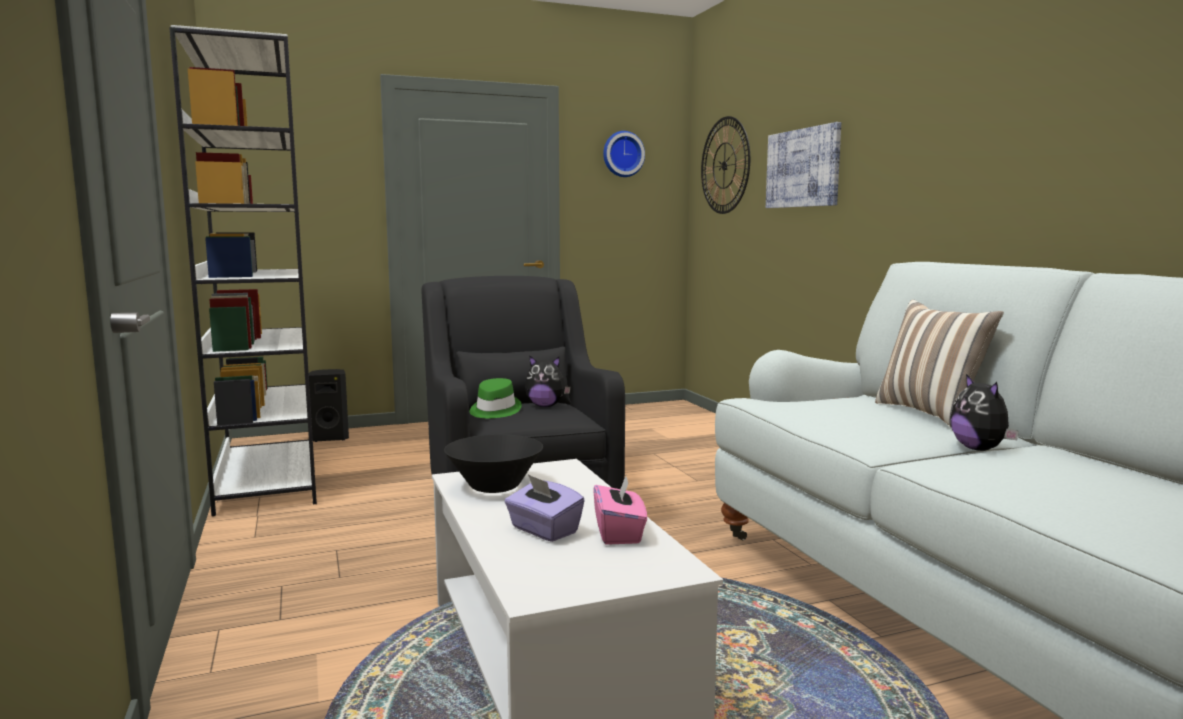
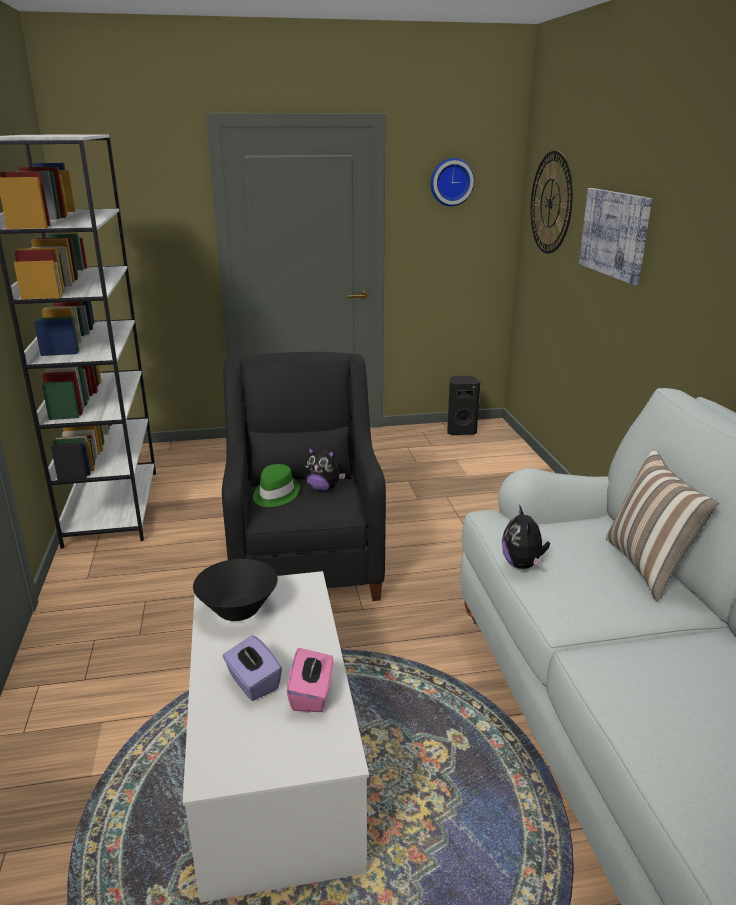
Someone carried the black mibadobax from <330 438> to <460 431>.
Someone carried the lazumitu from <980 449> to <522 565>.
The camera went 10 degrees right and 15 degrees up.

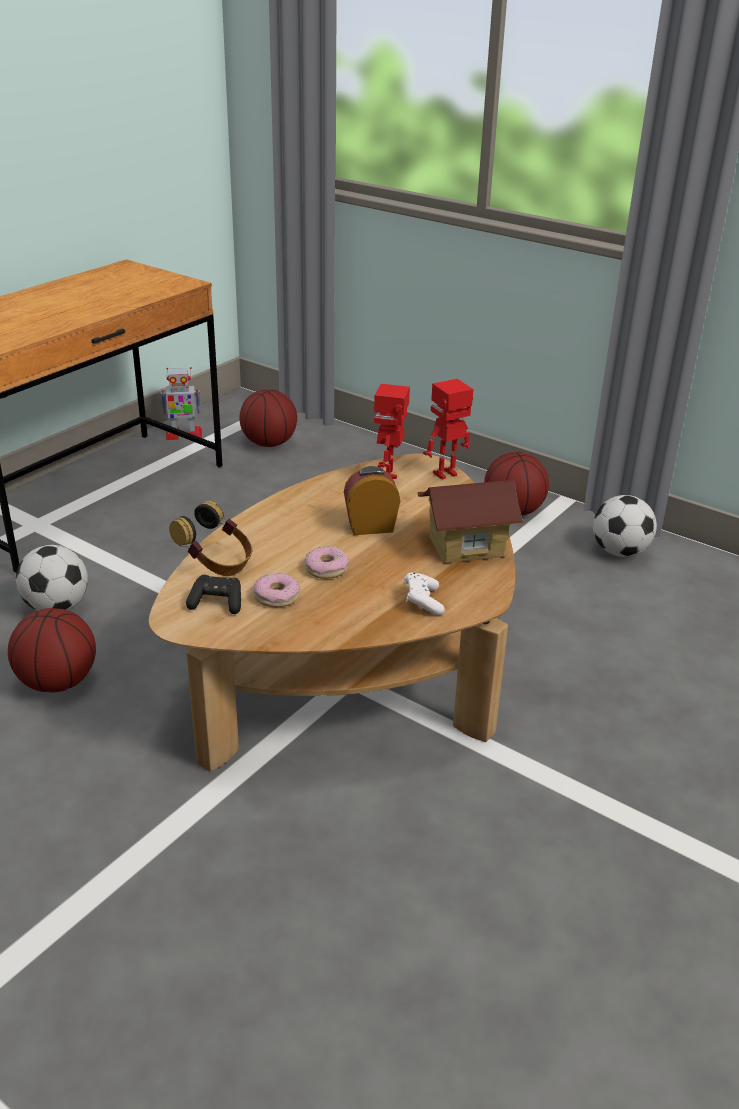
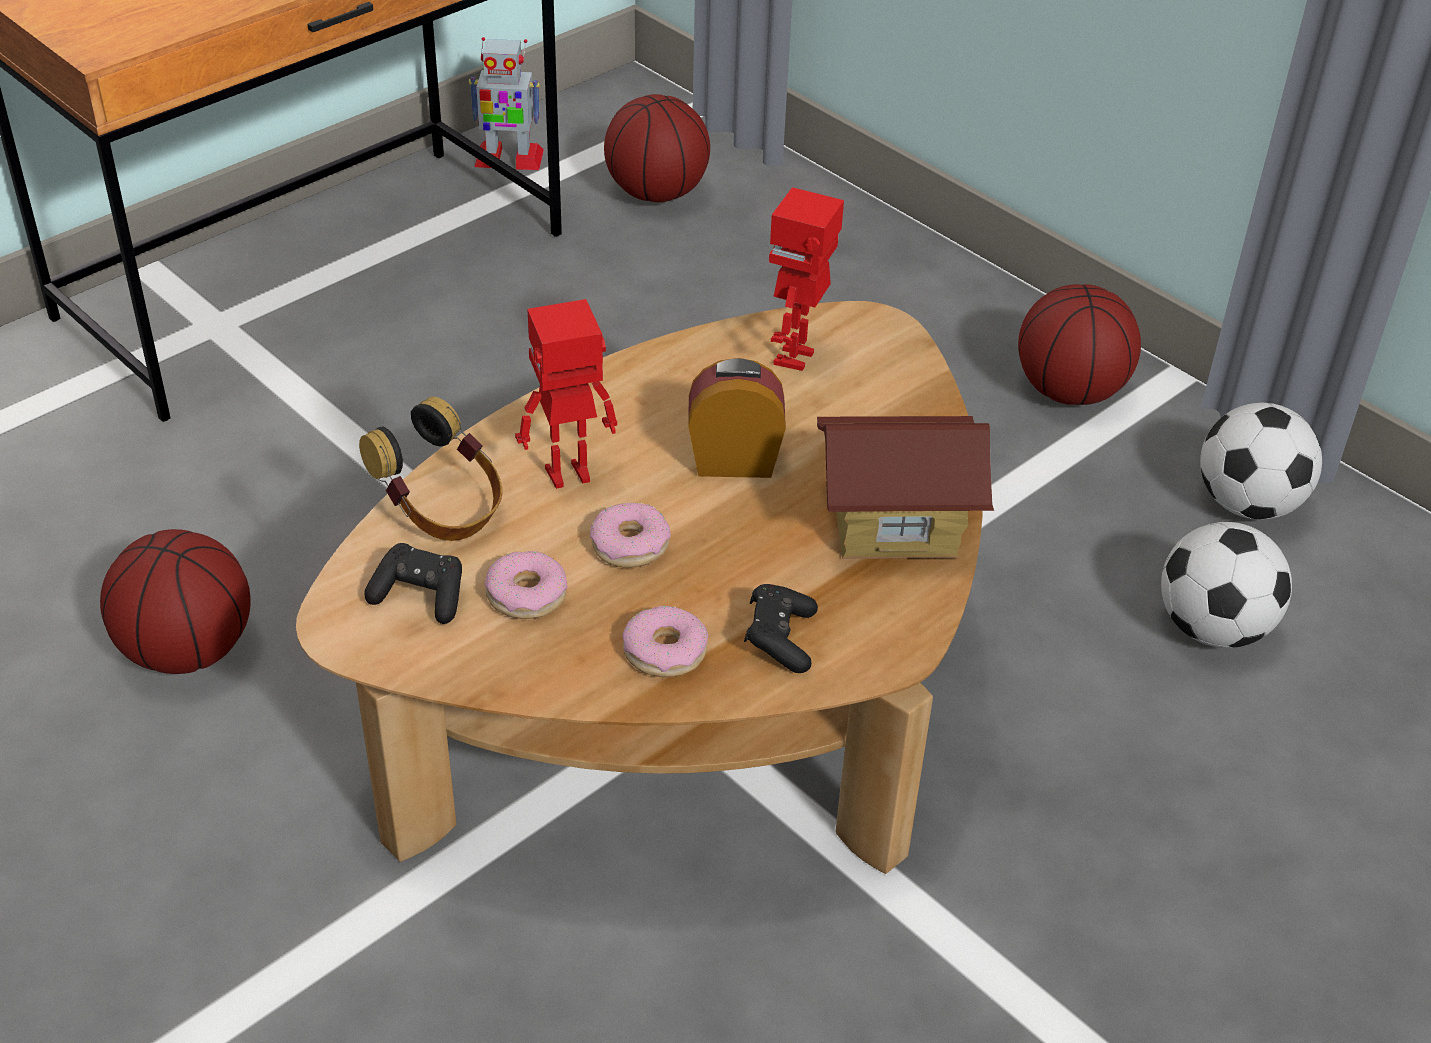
Someone carried the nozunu from <446 474> to <569 476>.
Someone carried the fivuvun from <57 607> to <1212 628>.
Someone repainted the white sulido at <422 602>, which became the black sulido at <779 639>.
Someone put down the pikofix at <665 651>.
The camera went 10 degrees right and 10 degrees up.

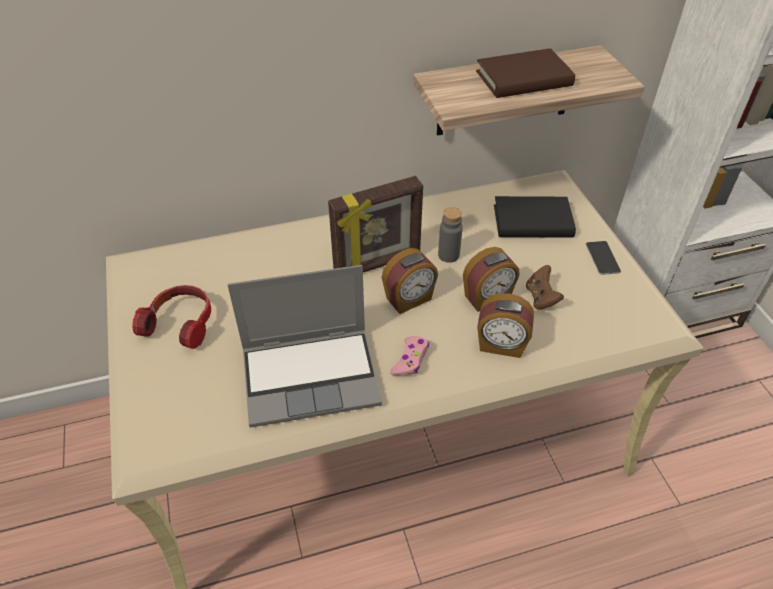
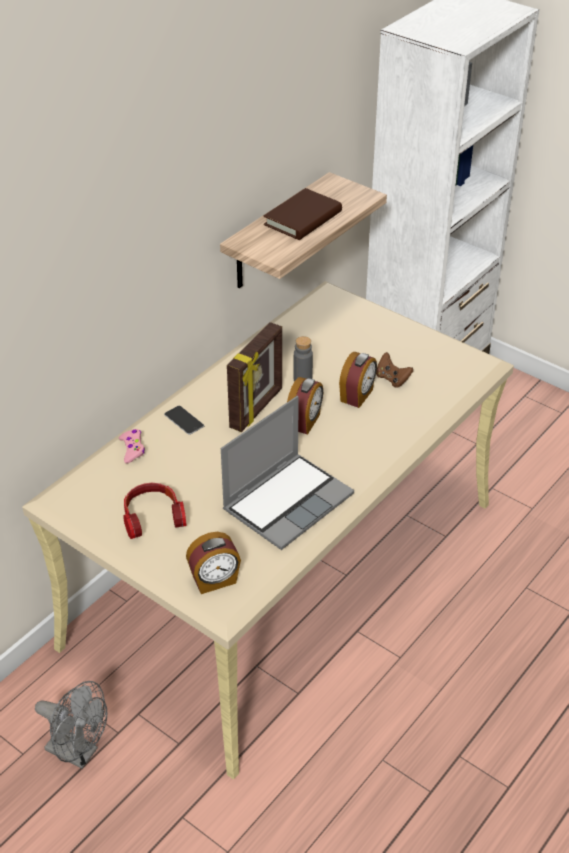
Someone took away the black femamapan at <532 221>.
Someone carried the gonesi from <602 258> to <184 420>.
Someone carried the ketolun from <501 345> to <215 581>.
Someone carried the pink sulido from <410 360> to <132 449>.
Someone put down the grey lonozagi at <78 752>.
The camera went 35 degrees left and 5 degrees down.

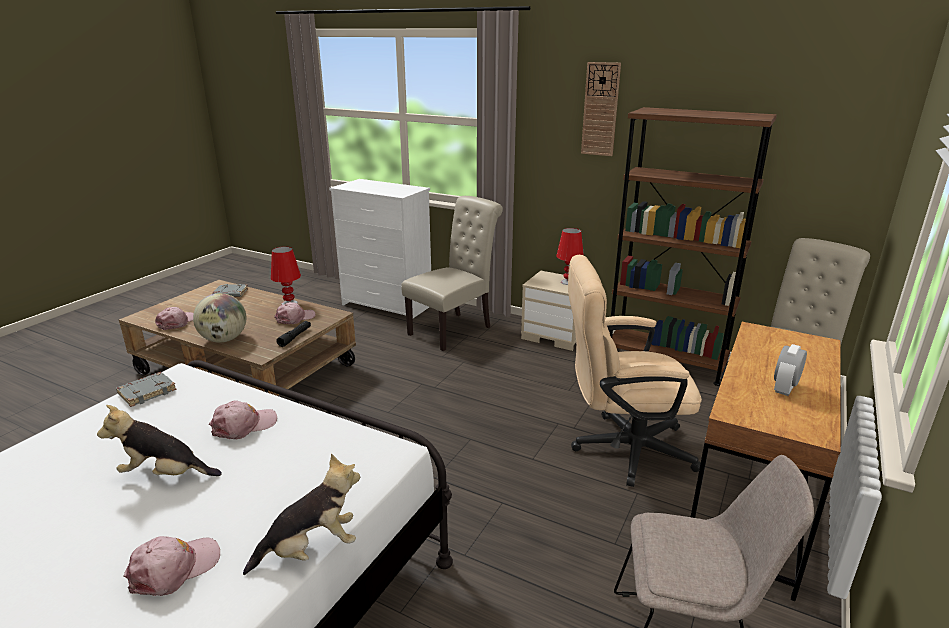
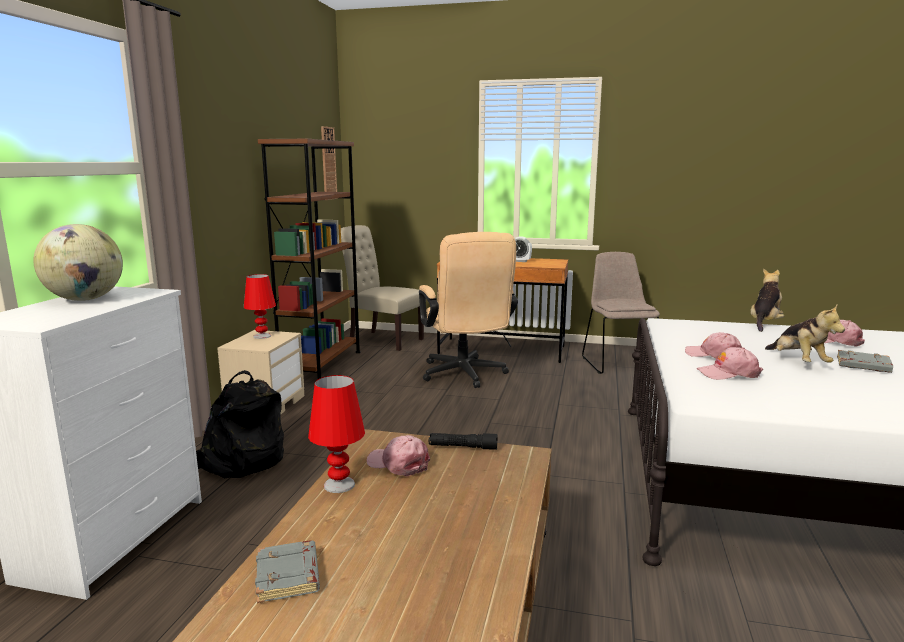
Someone carried the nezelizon from <600 109> to <328 163>.
Someone swapped the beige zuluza at <454 329> for the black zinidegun at <240 461>.
Someone carried the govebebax from <224 339> to <85 299>.
Someone carried the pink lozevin from <177 322> to <728 373>.
Someone carried the grey femamapan from <147 392> to <862 366>.
Someone rotated the lazumitu at <311 549> by 75 degrees clockwise.
The camera went 105 degrees left and 10 degrees down.

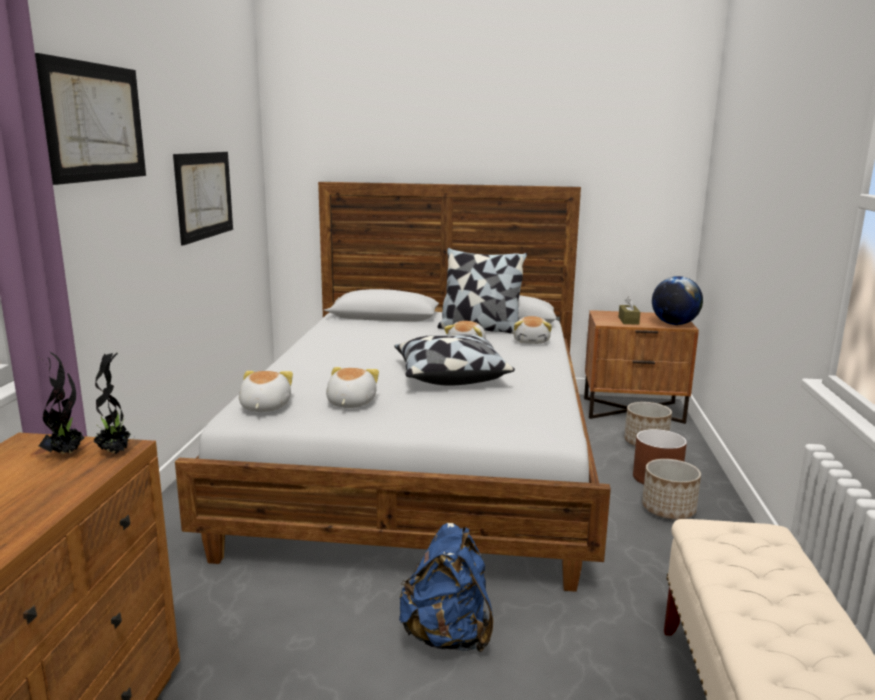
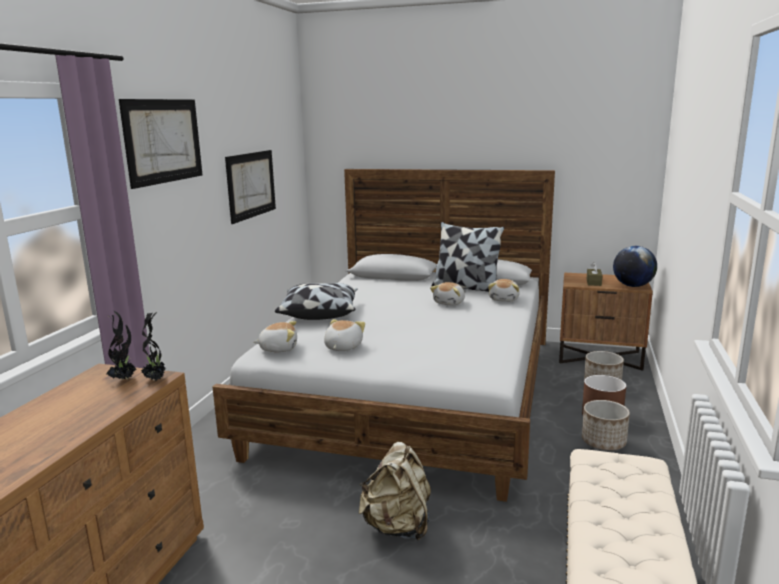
Someone carried the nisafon from <449 376> to <319 313>.
Someone rotated the lazumitu at <264 407> by 75 degrees clockwise.
Someone repainted the blue zinidegun at <447 636>, which became the beige zinidegun at <398 527>.
The camera went 10 degrees right and 0 degrees up.

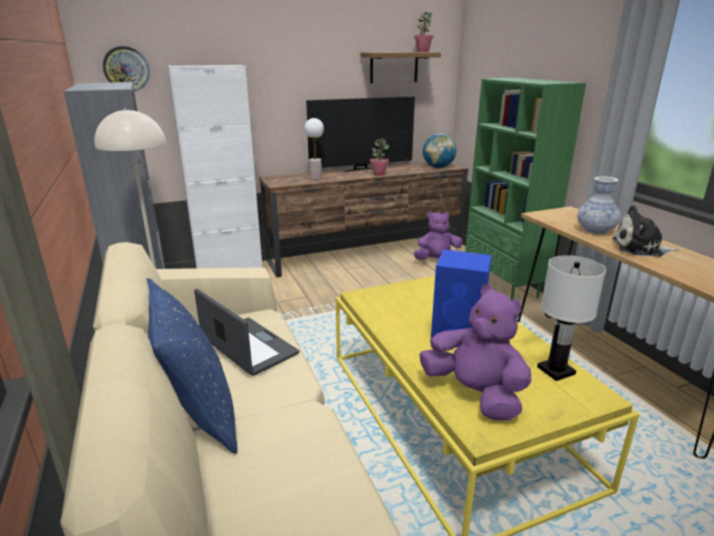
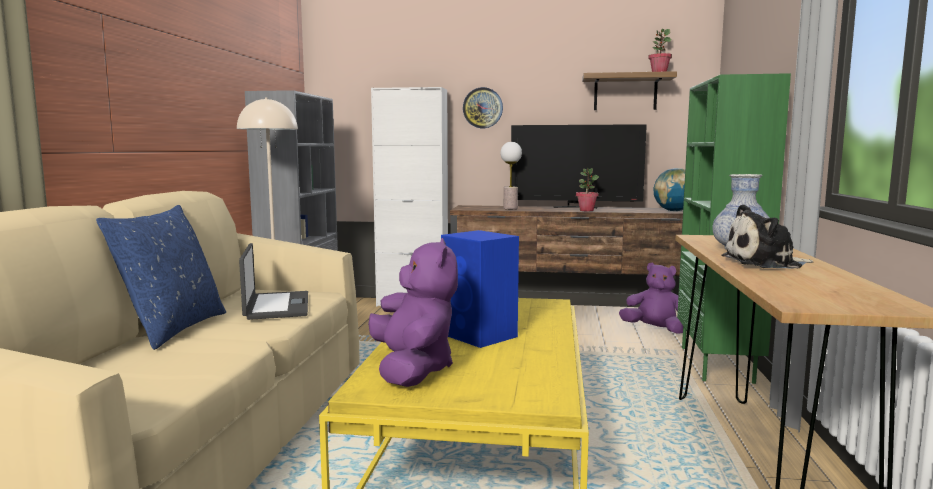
Someone carried the nezelizon from <126 69> to <483 108>.
Someone rotated the lazumitu at <640 248> by 45 degrees counterclockwise.
Someone took away the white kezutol at <555 370>.
The camera went 30 degrees right and 15 degrees down.

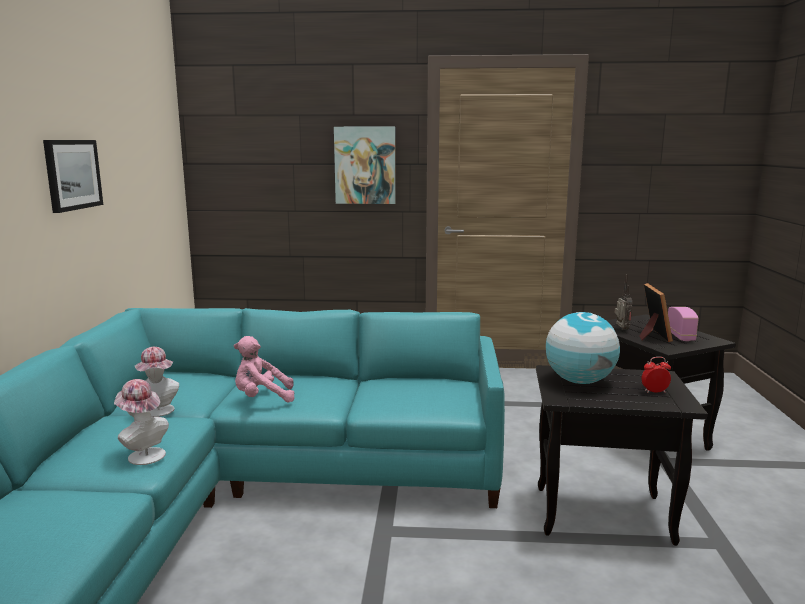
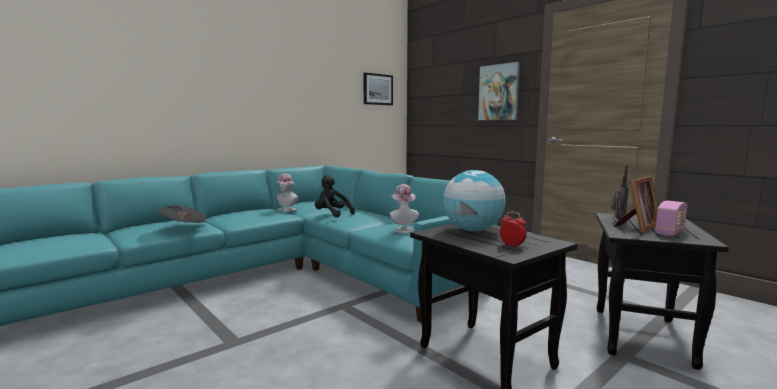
Someone carried the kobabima from <72 174> to <377 89>.
Someone repainted the pink lazumitu at <262 398>, which became the black lazumitu at <332 214>.
Someone carried the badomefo from <143 455> to <403 230>.
Someone put down the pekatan at <186 228>.
The camera went 45 degrees right and 5 degrees down.

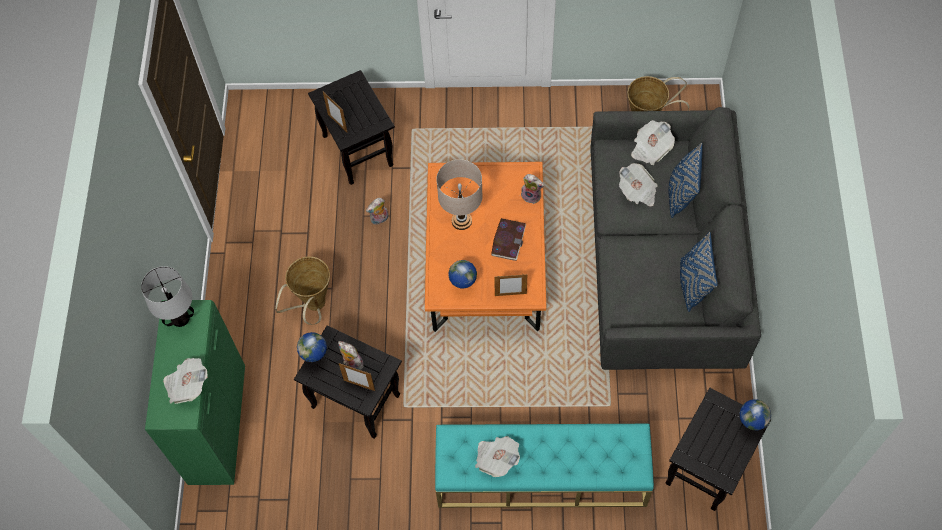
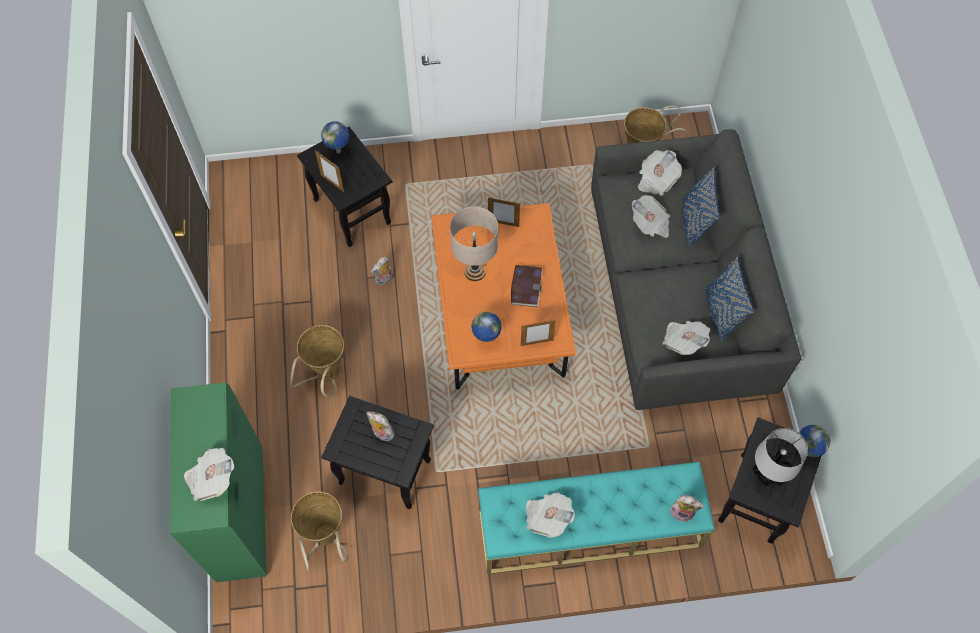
Someone carried the lazumitu from <532 196> to <683 511>.
Someone carried the kezutol from <181 318> to <767 475>.
Someone carried the govebebax from <316 358> to <339 151>.
Someone carried the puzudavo from <359 385> to <503 223>.
Someone put down the pekatan at <683 341>.
Someone put down the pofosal at <326 541>.
The camera went 10 degrees left and 0 degrees up.

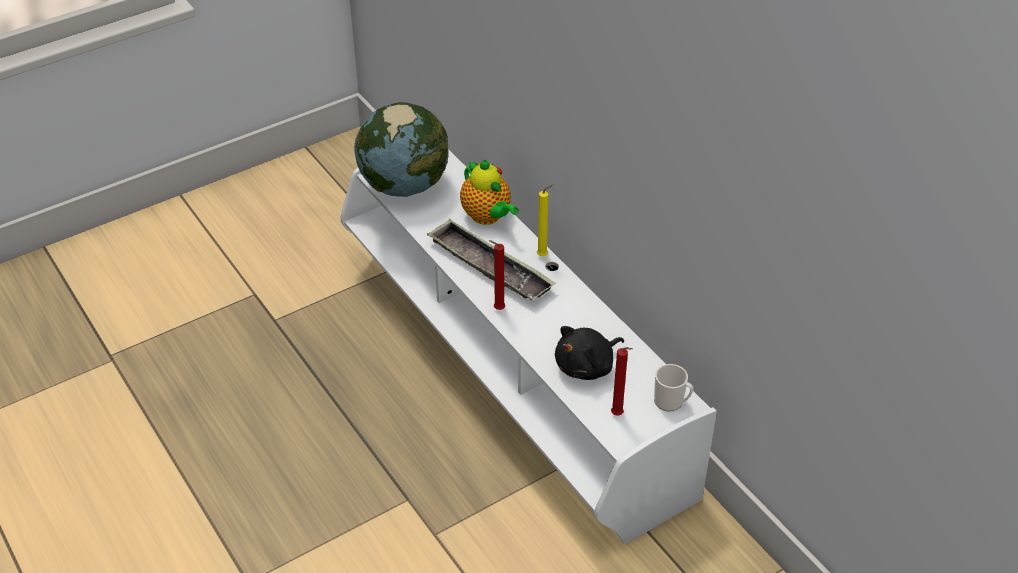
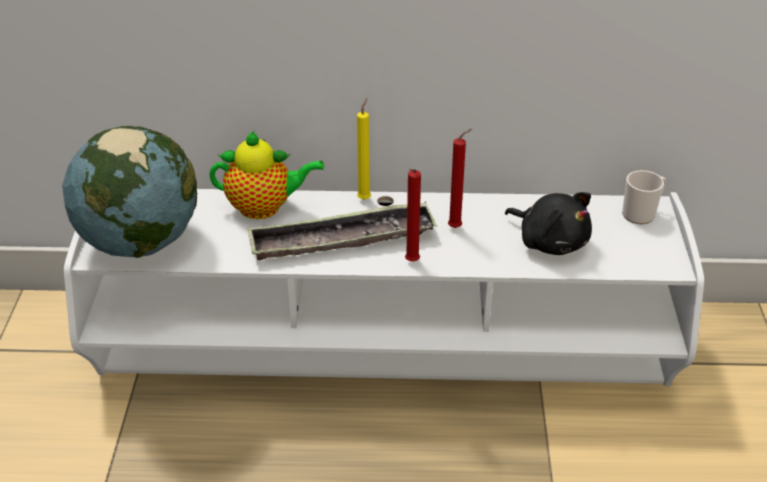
Someone rotated the black lazumitu at <587 366> by 45 degrees counterclockwise.
Someone carried the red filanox from <618 415> to <457 227>.
The camera went 55 degrees left and 5 degrees down.

